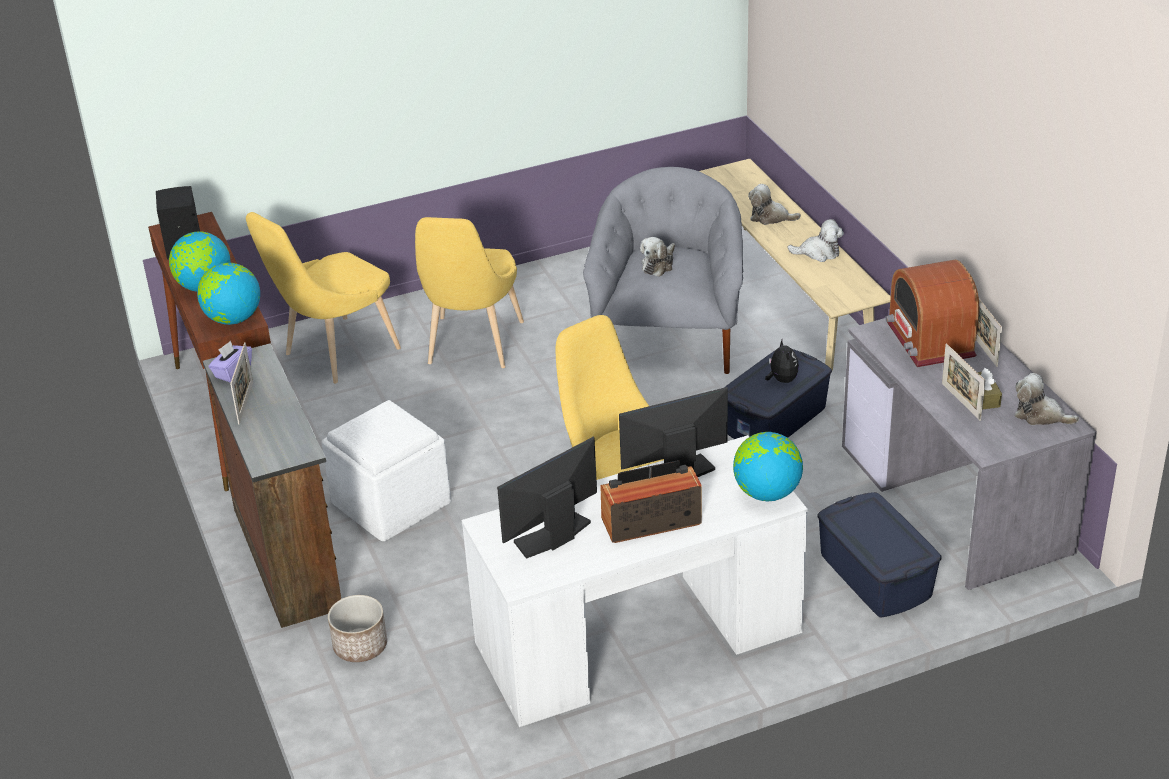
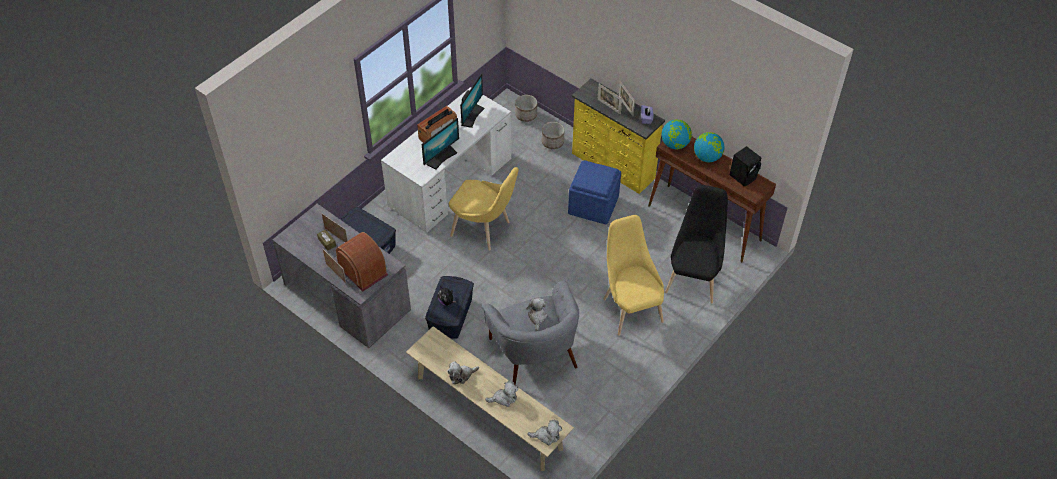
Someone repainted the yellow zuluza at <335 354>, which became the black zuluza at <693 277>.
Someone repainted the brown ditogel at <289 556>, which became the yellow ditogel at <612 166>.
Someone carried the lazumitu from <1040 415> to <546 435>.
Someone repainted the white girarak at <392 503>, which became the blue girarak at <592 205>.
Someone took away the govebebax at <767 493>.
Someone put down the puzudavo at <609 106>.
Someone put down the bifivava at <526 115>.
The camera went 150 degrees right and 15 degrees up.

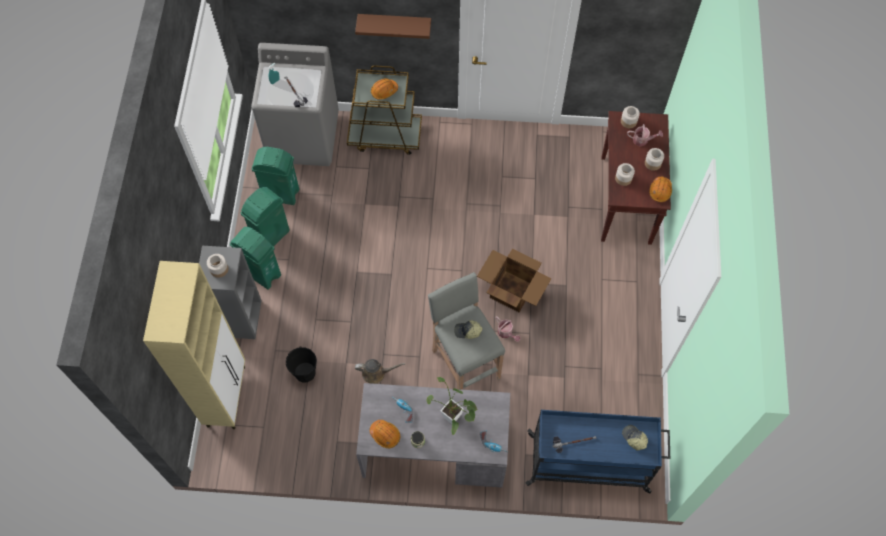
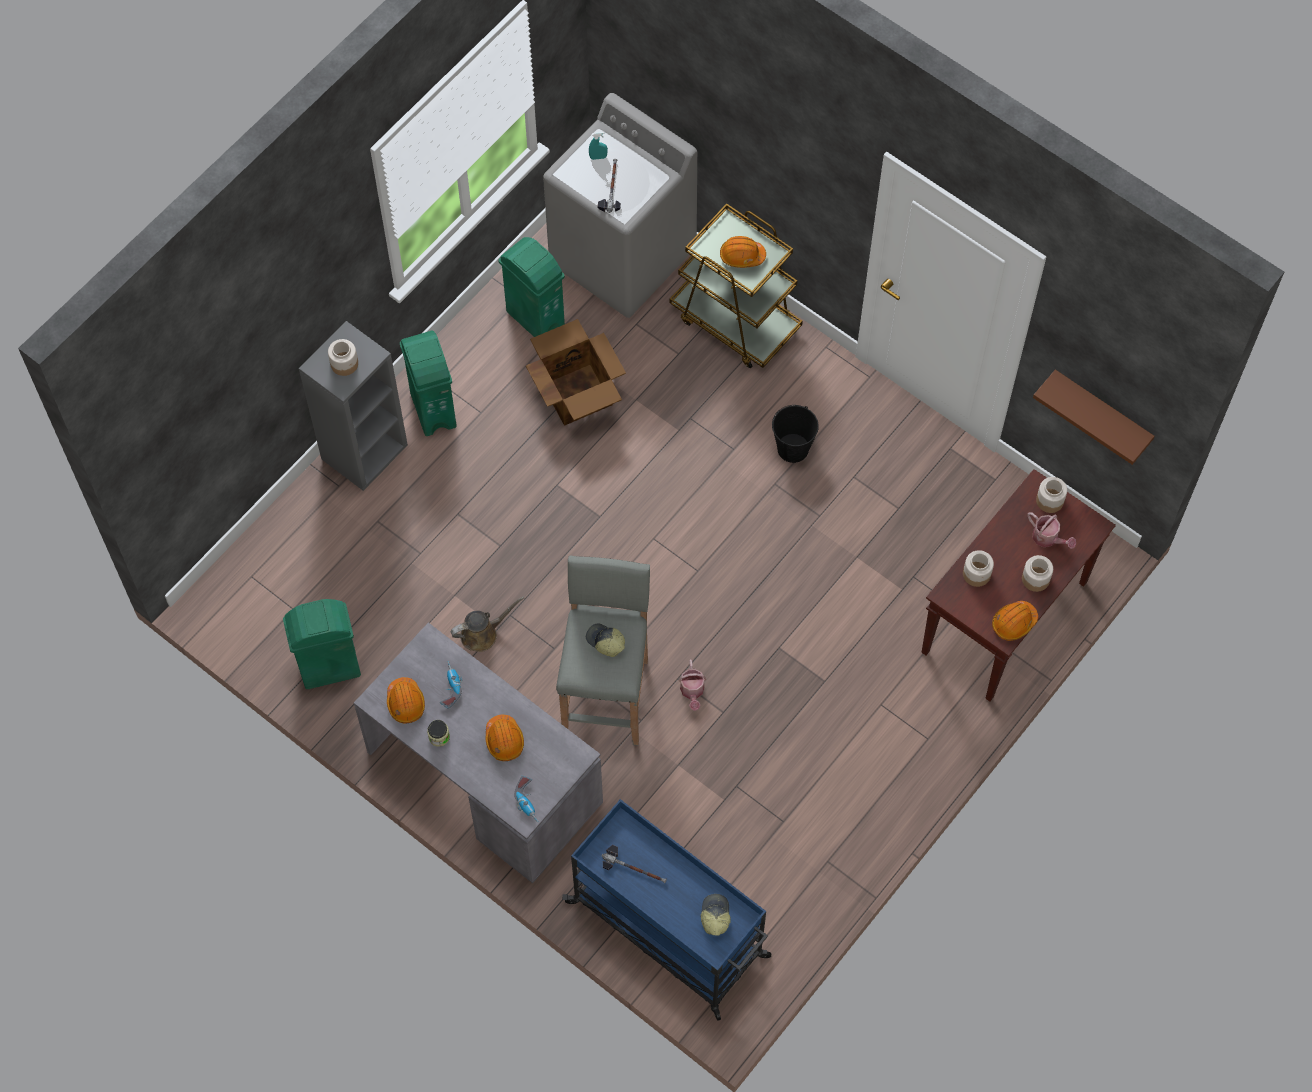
Someone carried the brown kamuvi from <394 24> to <1101 412>.
Someone carried the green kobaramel from <270 236> to <329 668>.
Someone carried the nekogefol from <511 290> to <577 393>.
Someone took away the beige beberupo at <227 395>.
Someone carried the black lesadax from <305 372> to <793 448>.
Someone rotated the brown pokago at <376 373> by 60 degrees counterclockwise.
Someone swapped the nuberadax at <454 419> for the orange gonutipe at <504 740>.
The camera went 35 degrees right and 0 degrees up.

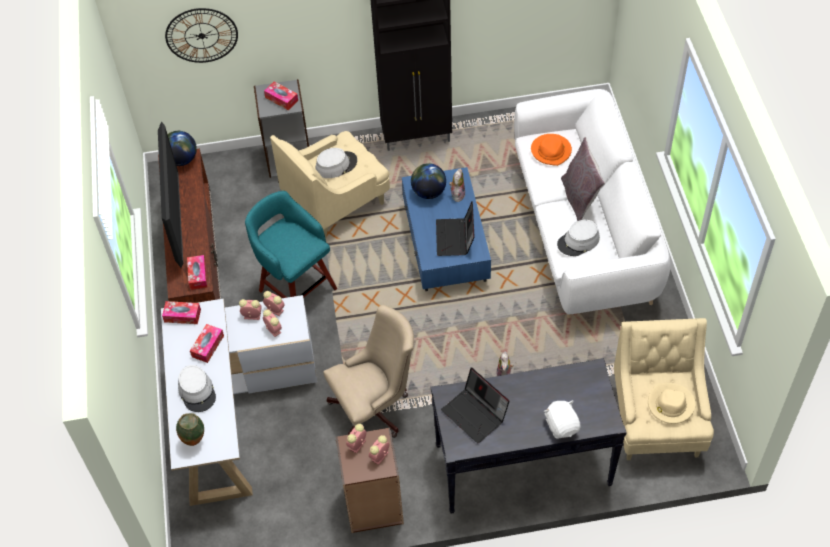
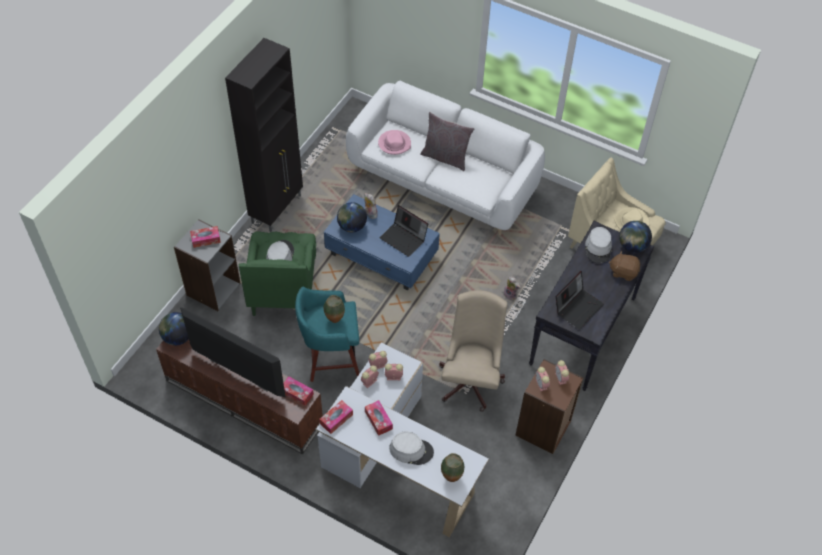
Someone took away the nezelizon at <201 35>.
Someone repainted the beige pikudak at <336 202>, which became the green pikudak at <283 288>.
Someone repainted the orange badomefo at <551 151>, which became the pink badomefo at <394 143>.
Someone carried the grey badomefo from <578 241> to <598 248>.
Someone rotated the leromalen at <475 414> by 45 degrees counterclockwise.
Someone repainted the white lazumitu at <562 425>, which became the brown lazumitu at <623 272>.
Someone put down the govebebax at <632 246>.
Someone put down the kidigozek at <334 319>.
The camera went 55 degrees left and 0 degrees up.

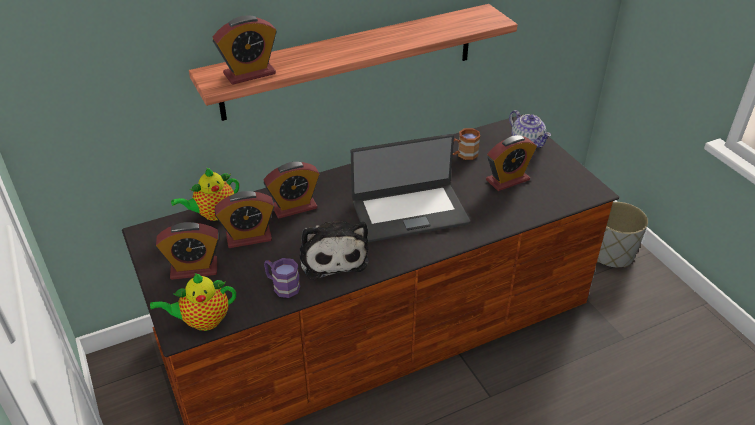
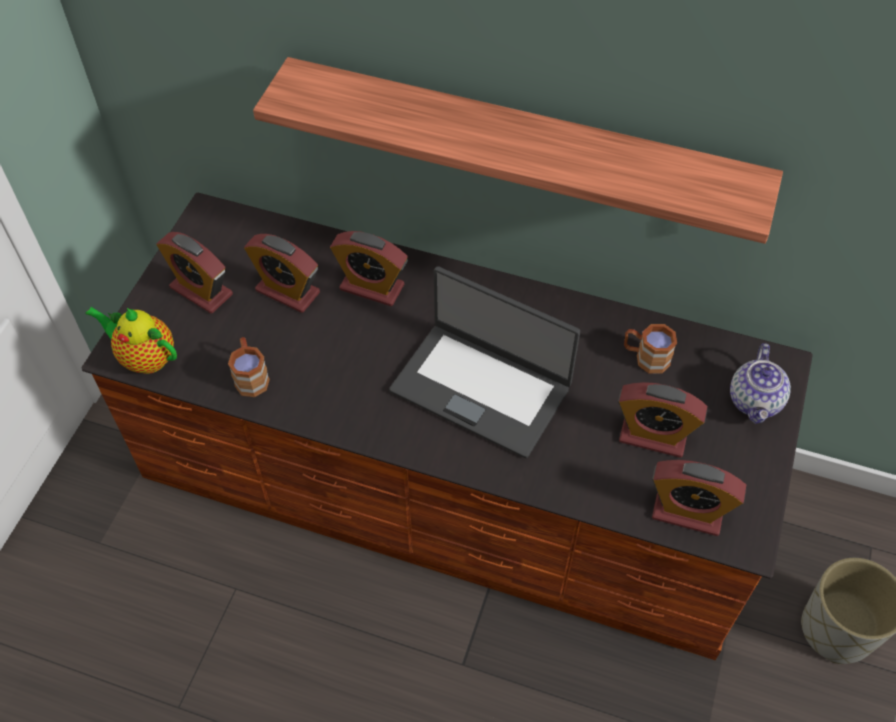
Someone carried the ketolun from <249 74> to <687 512>.
Someone took away the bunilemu at <213 214>.
Someone took away the lazumitu at <332 255>.
Someone repainted the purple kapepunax at <282 286>, which became the brown kapepunax at <251 376>.
The camera went 45 degrees right and 15 degrees up.

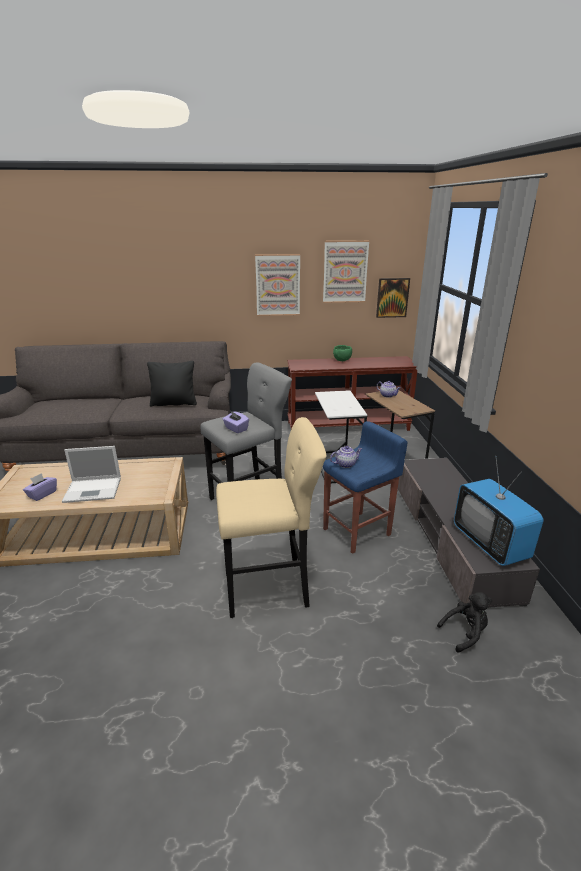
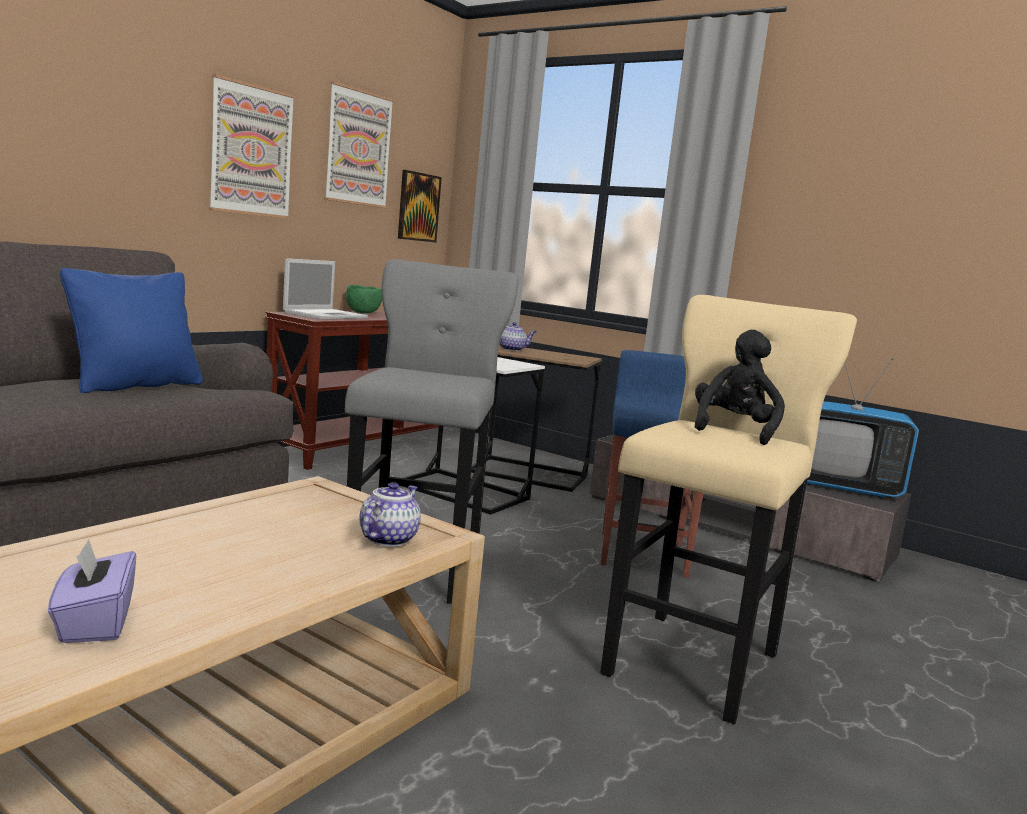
Someone repainted the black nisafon at <174 403>, which became the blue nisafon at <136 386>.
Someone took away the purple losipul at <236 429>.
Someone carried the leromalen from <94 490> to <326 315>.
Someone carried the bunilemu from <346 464> to <388 538>.
Someone carried the black lazumitu from <465 633> to <734 431>.
The camera went 50 degrees left and 15 degrees down.

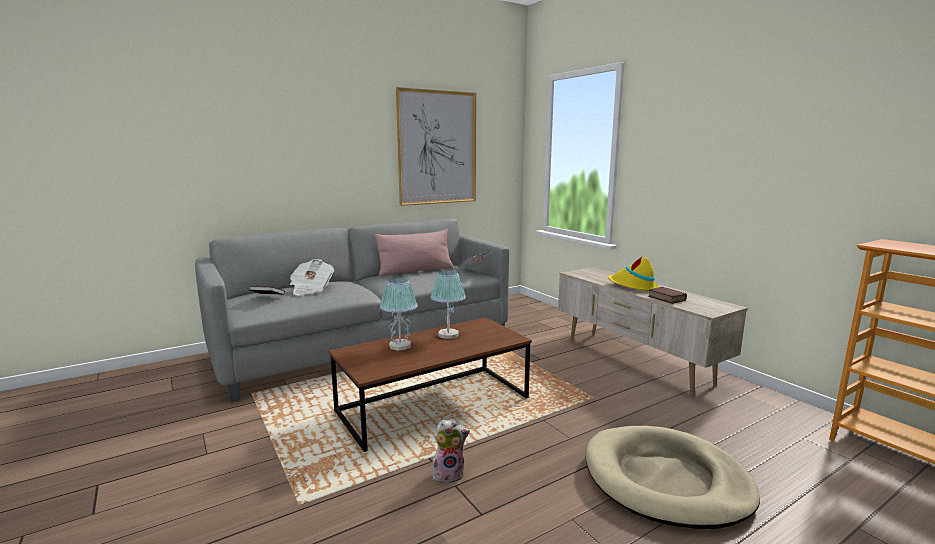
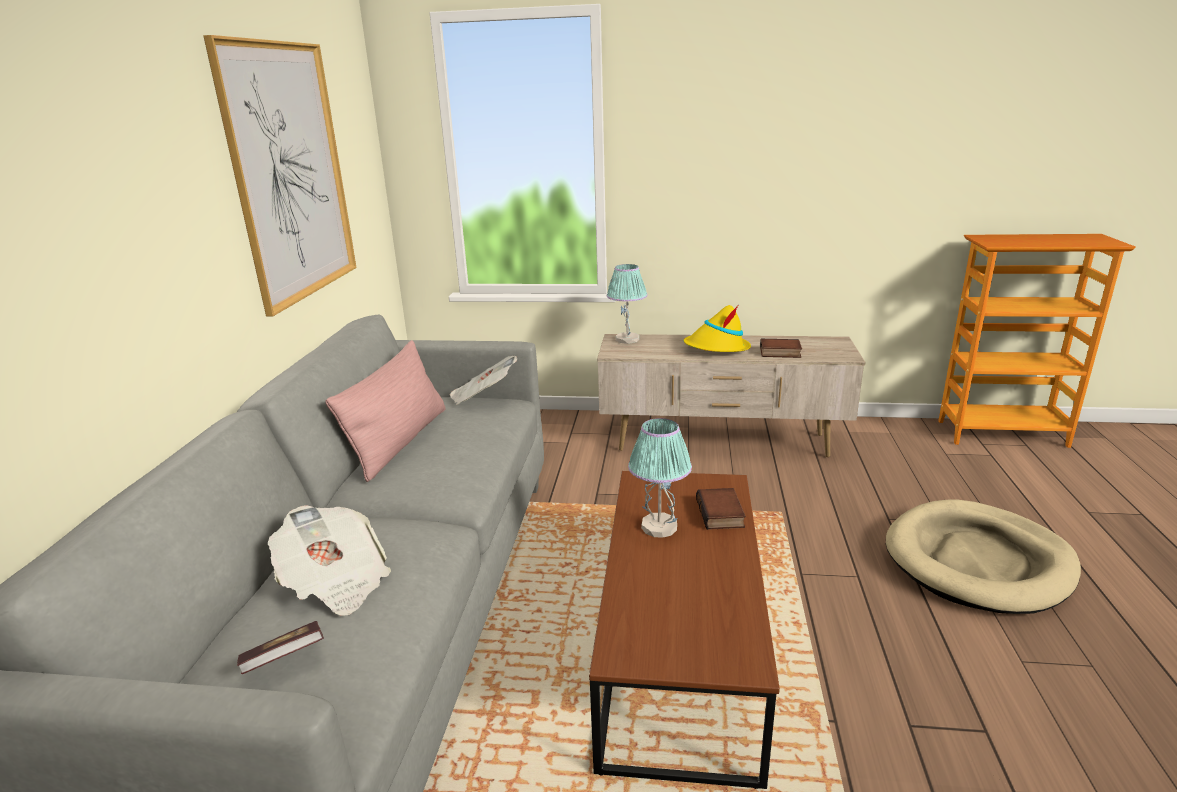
Someone carried the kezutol from <400 346> to <627 339>.
Someone took away the lazumitu at <449 474>.
Someone put down the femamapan at <721 514>.
The camera went 50 degrees left and 10 degrees up.

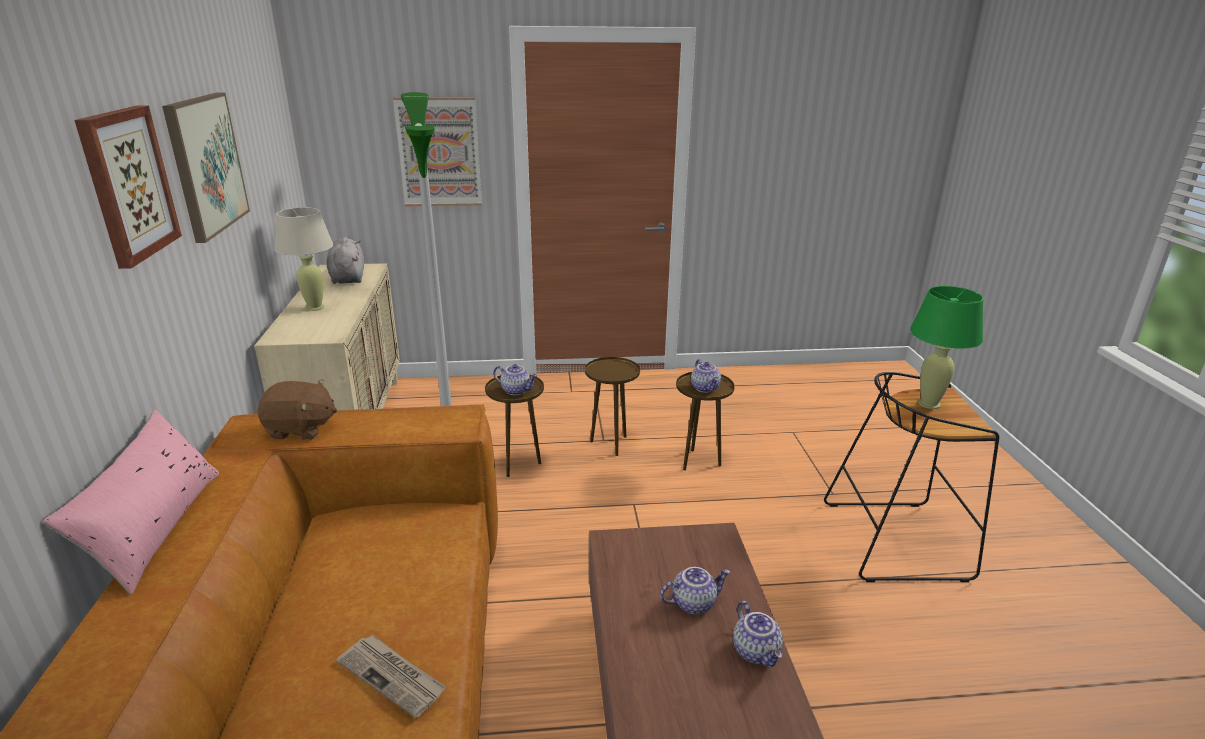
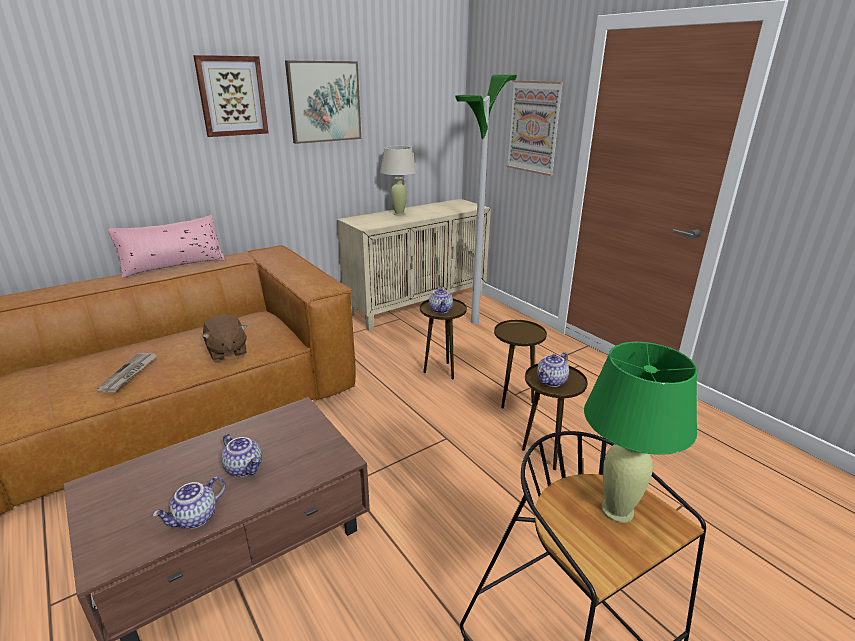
Someone took away the grey lazumitu at <348 278>.
Someone carried the brown lazumitu from <301 429> to <227 351>.
The camera went 60 degrees right and 0 degrees up.

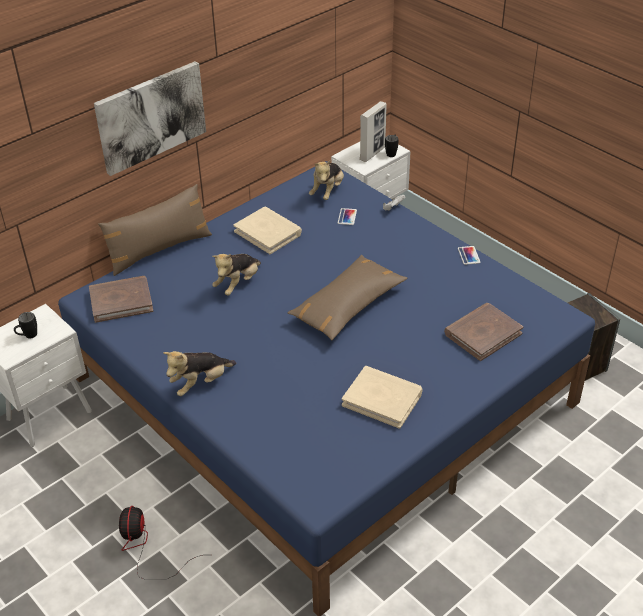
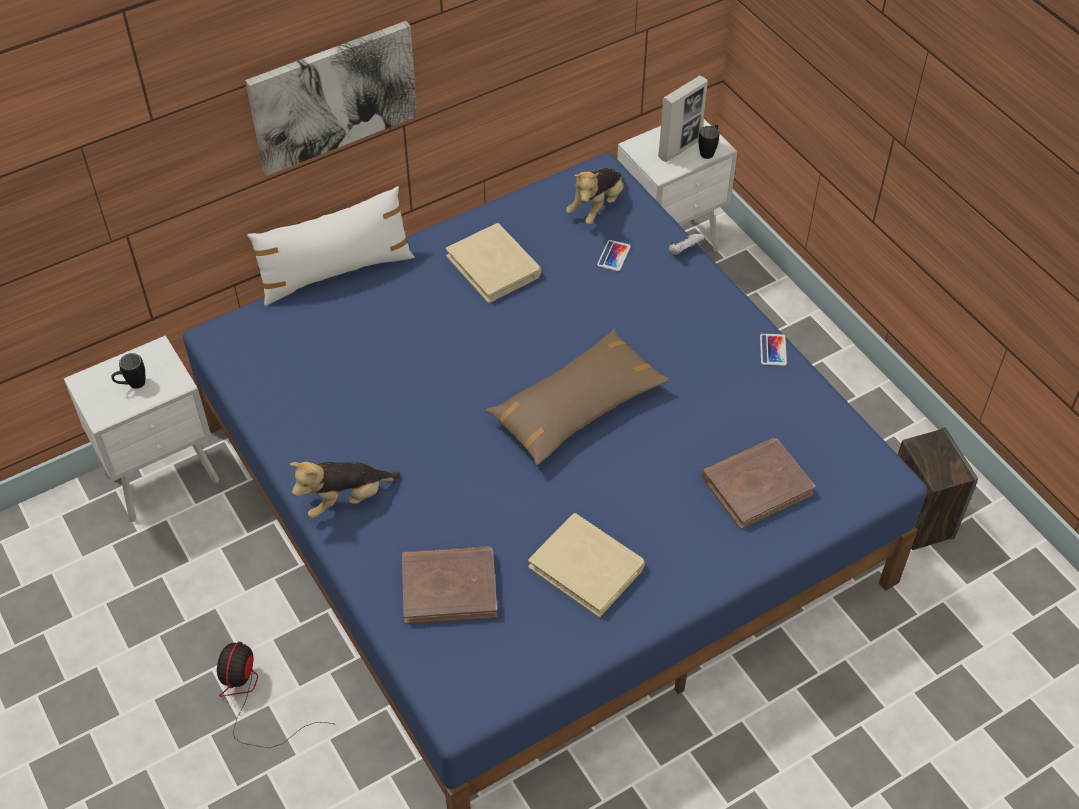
Someone repainted the brown nisafon at <159 250>, which became the white nisafon at <336 272>.
Someone took away the lazumitu at <238 284>.
Someone carried the brown femamapan from <121 301> to <449 587>.
The camera went 10 degrees right and 10 degrees up.

